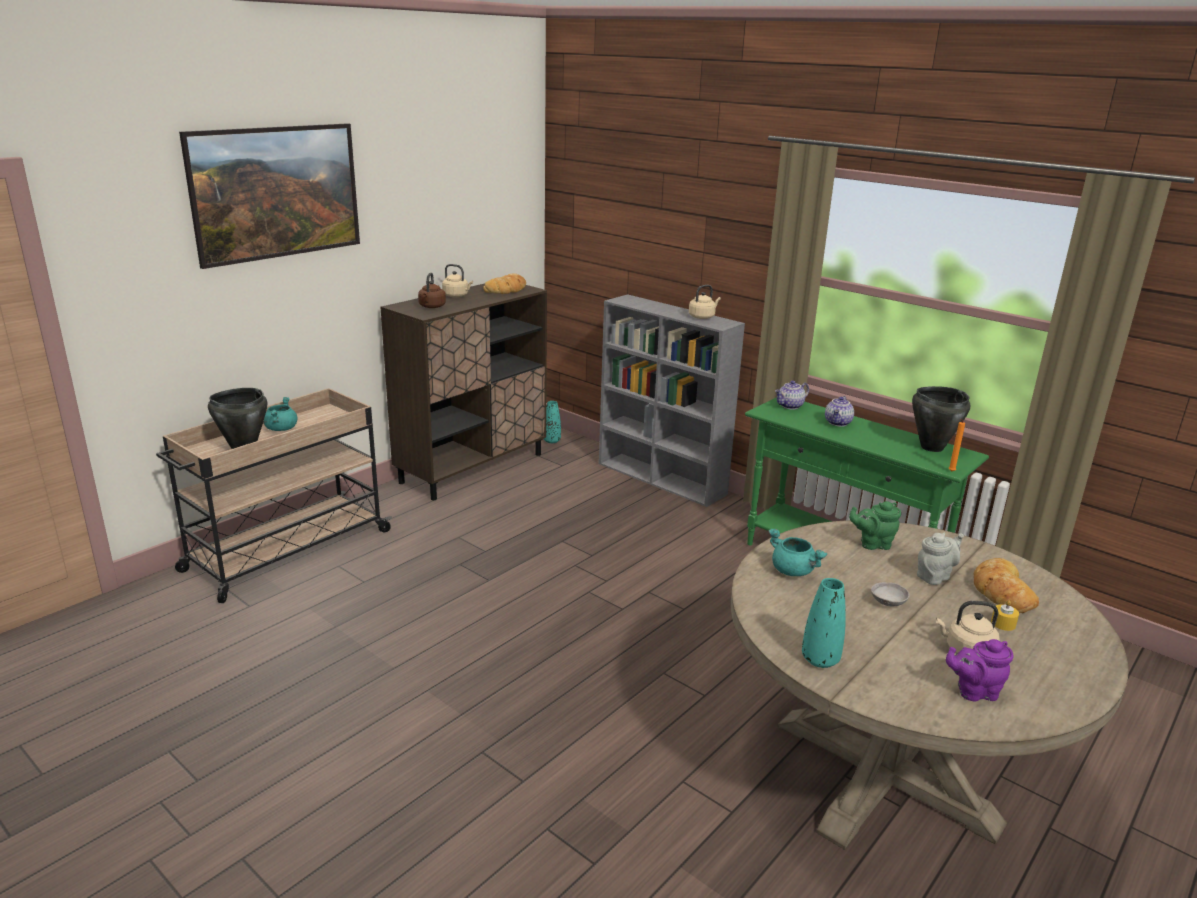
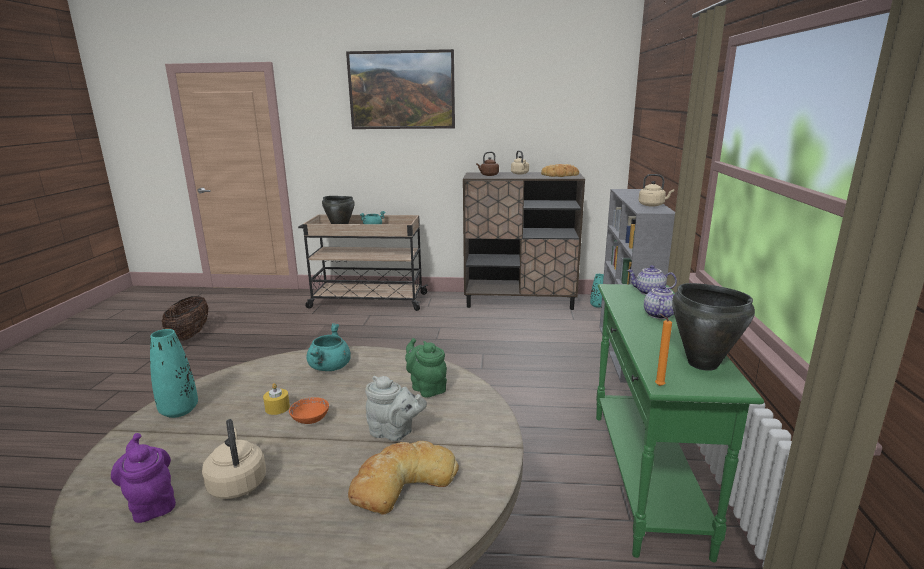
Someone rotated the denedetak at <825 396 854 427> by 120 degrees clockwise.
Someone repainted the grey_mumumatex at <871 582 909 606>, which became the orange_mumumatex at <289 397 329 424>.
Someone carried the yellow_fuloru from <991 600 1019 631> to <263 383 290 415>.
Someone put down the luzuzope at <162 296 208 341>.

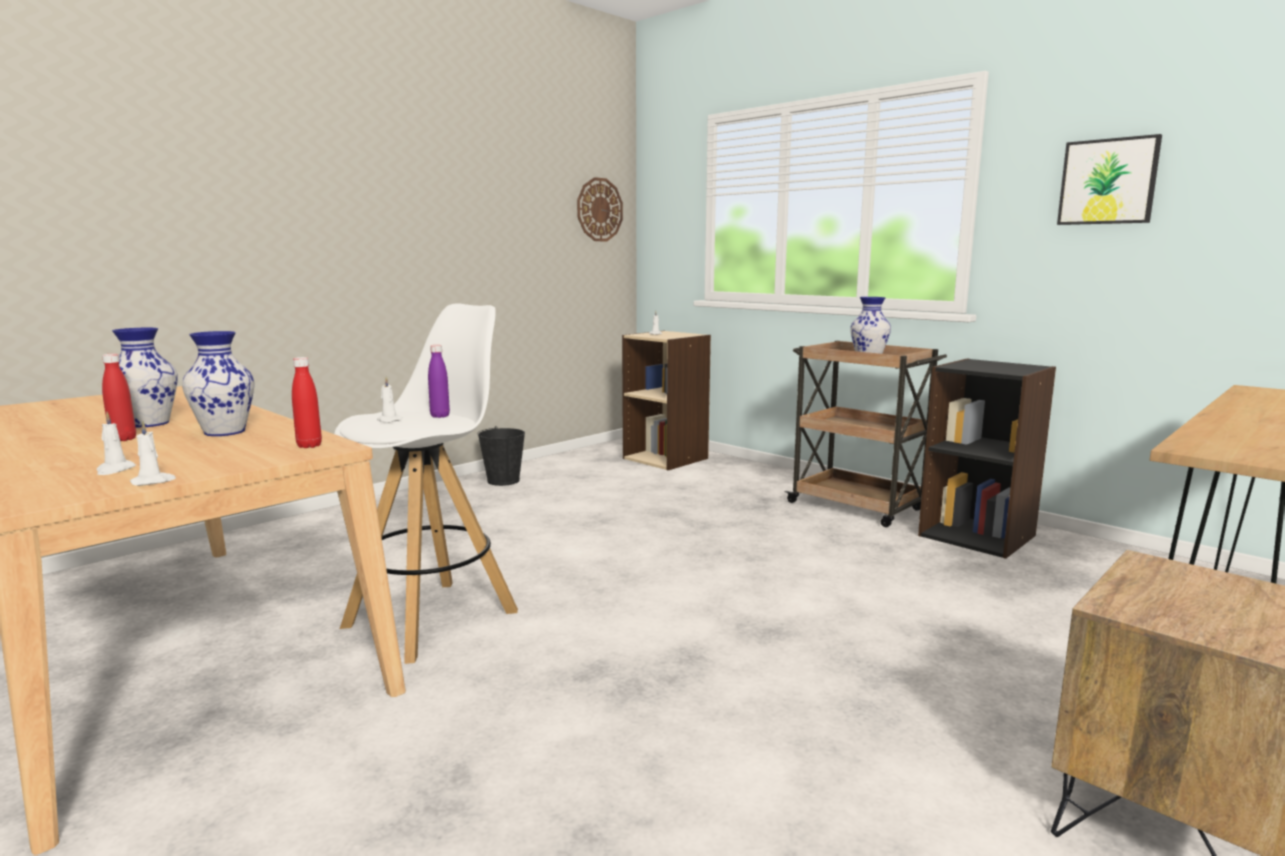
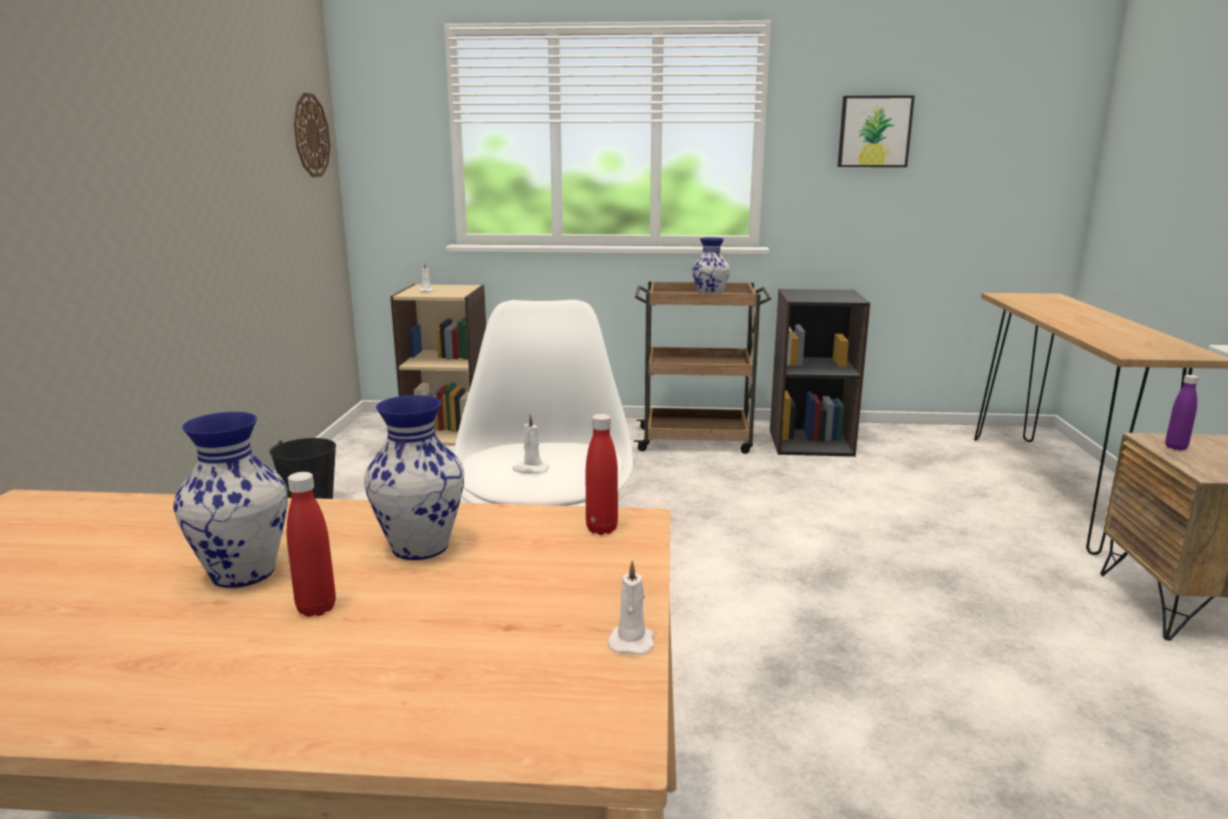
Someone took away the white_fuloru at <96 412 136 475>.
Someone carried the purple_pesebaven from <428 345 450 418> to <1165 375 1199 450>.

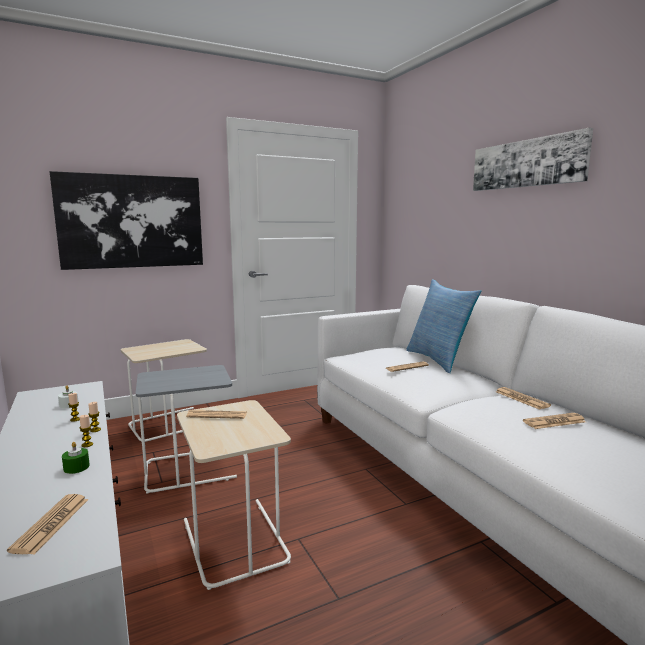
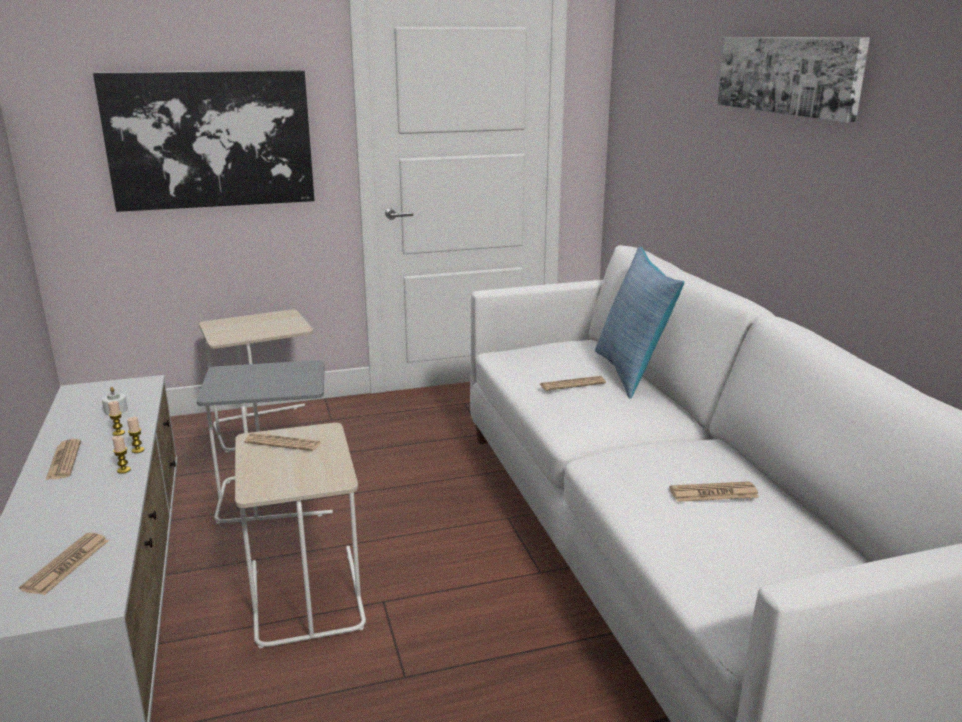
Someone took away the green_fuloru at <62 442 90 474>.
Someone carried the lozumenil from <496 387 551 410> to <46 439 81 480>.

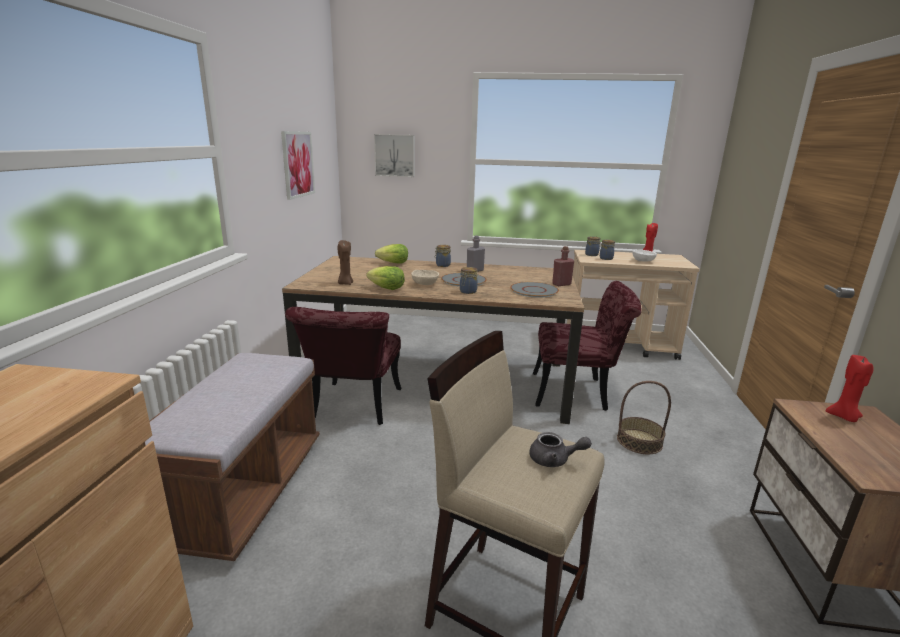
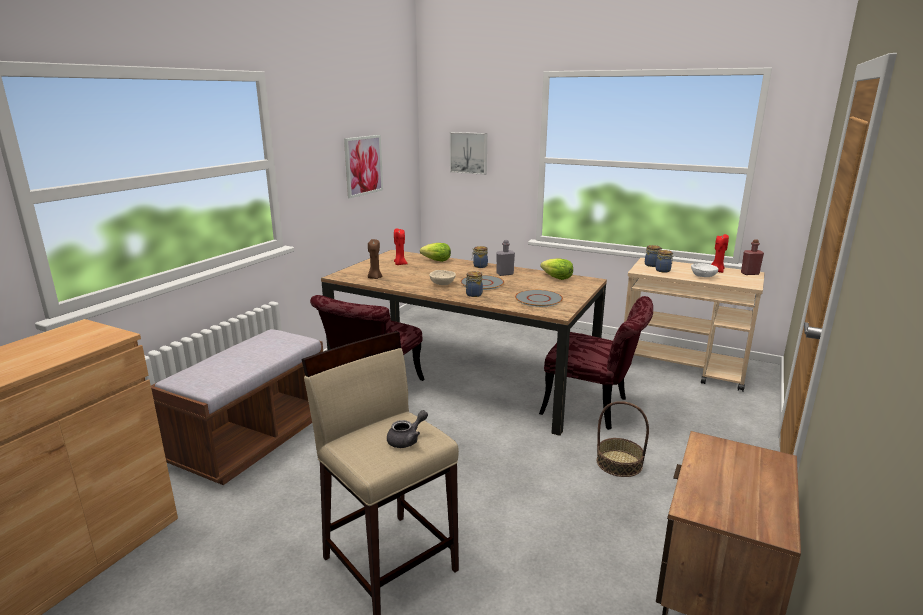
Someone carried the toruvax from <366 266 405 290> to <540 258 573 280>.
Someone rotated the grey_denedetak at <530 432 592 467> by 75 degrees counterclockwise.
Someone carried the red_pesebaven from <552 246 574 286> to <741 239 764 275>.
Someone carried the red_fuloru from <826 355 874 422> to <394 229 408 265>.

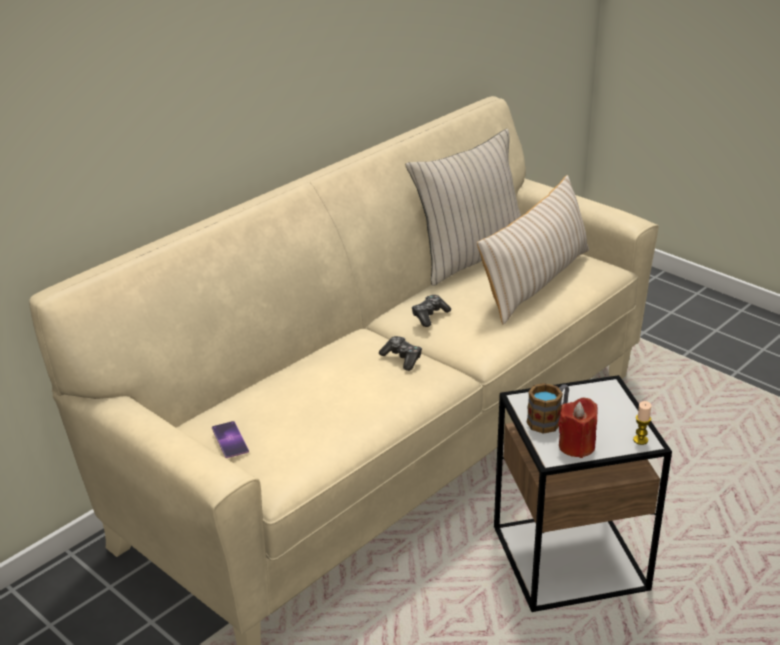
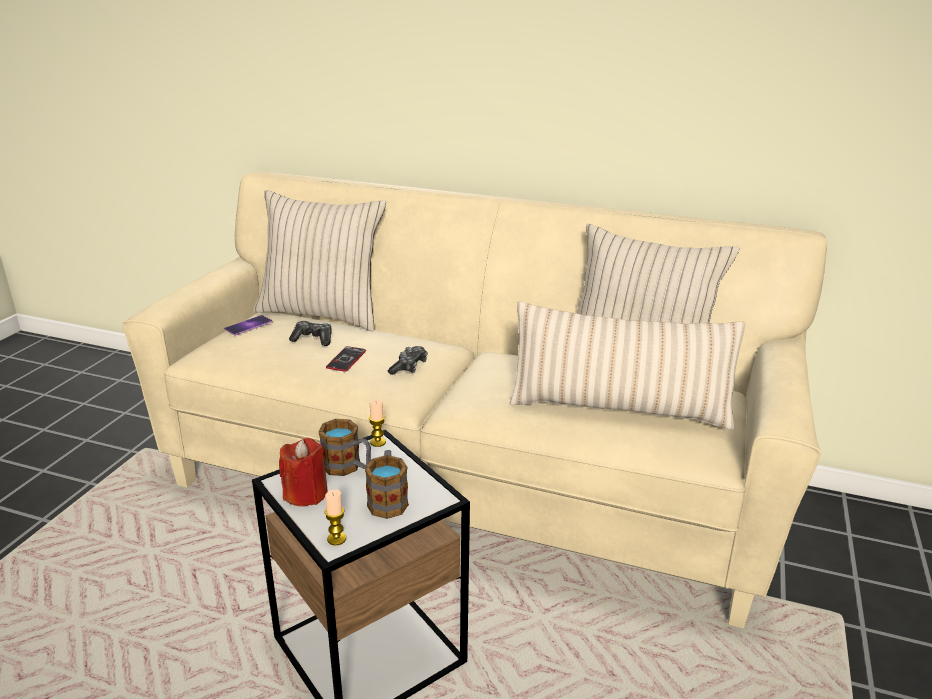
Someone carried the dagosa from <412 295 451 327> to <289 321 332 346>.
Someone put down the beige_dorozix at <253 190 386 332>.
Someone put down the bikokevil at <326 346 366 372>.
Someone put down the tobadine at <365 450 409 519>.
Someone put down the fuloru at <369 400 386 447>.

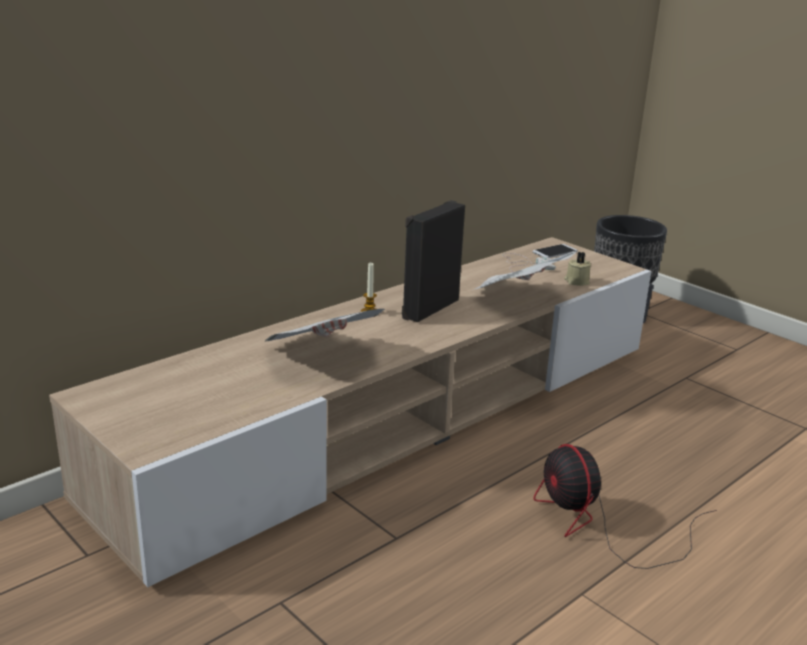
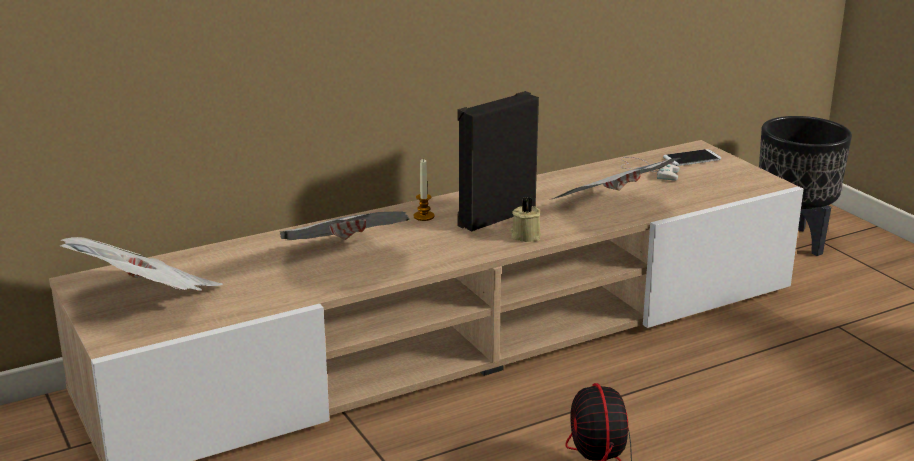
Someone carried the beige_fuloru from <564 252 591 286> to <511 197 541 242>.
Someone put down the lozumenil at <60 237 223 291>.

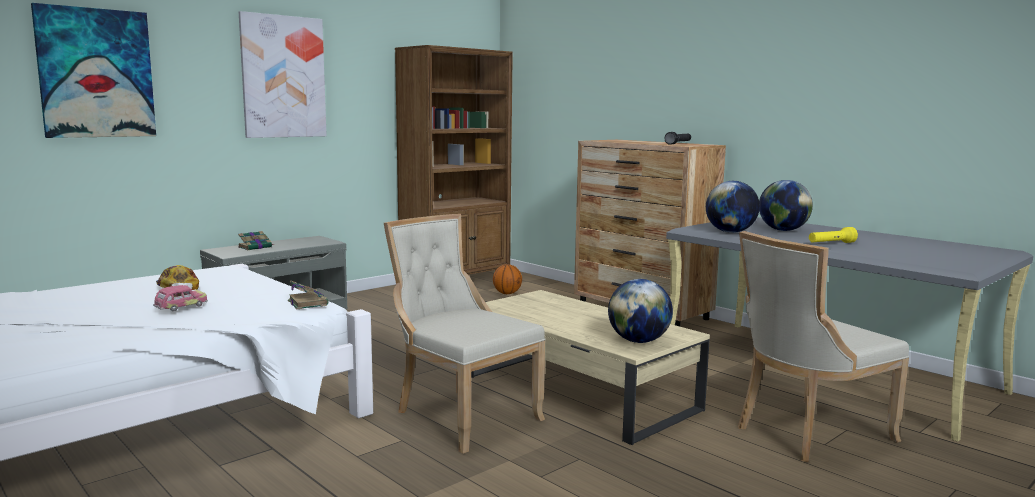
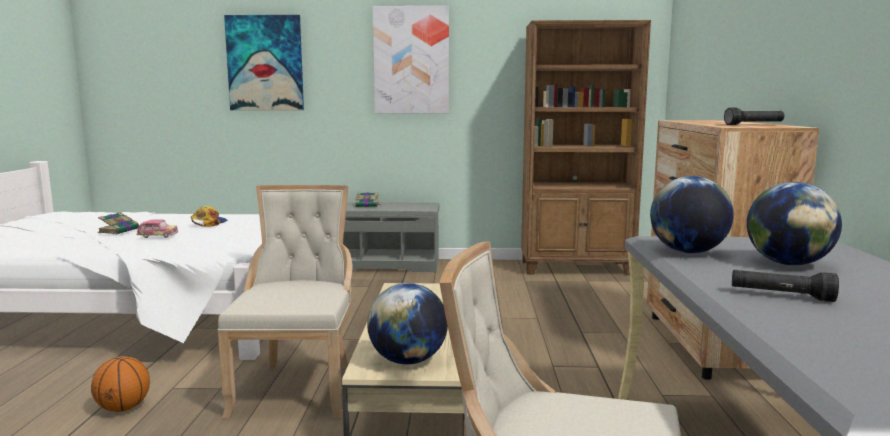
Someone carried the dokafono from <288 280 328 310> to <98 212 139 234>.
Someone carried the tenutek from <493 264 522 294> to <91 356 150 412>.
Someone repainted the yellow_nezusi at <809 227 858 243>, which became the black_nezusi at <732 270 839 302>.

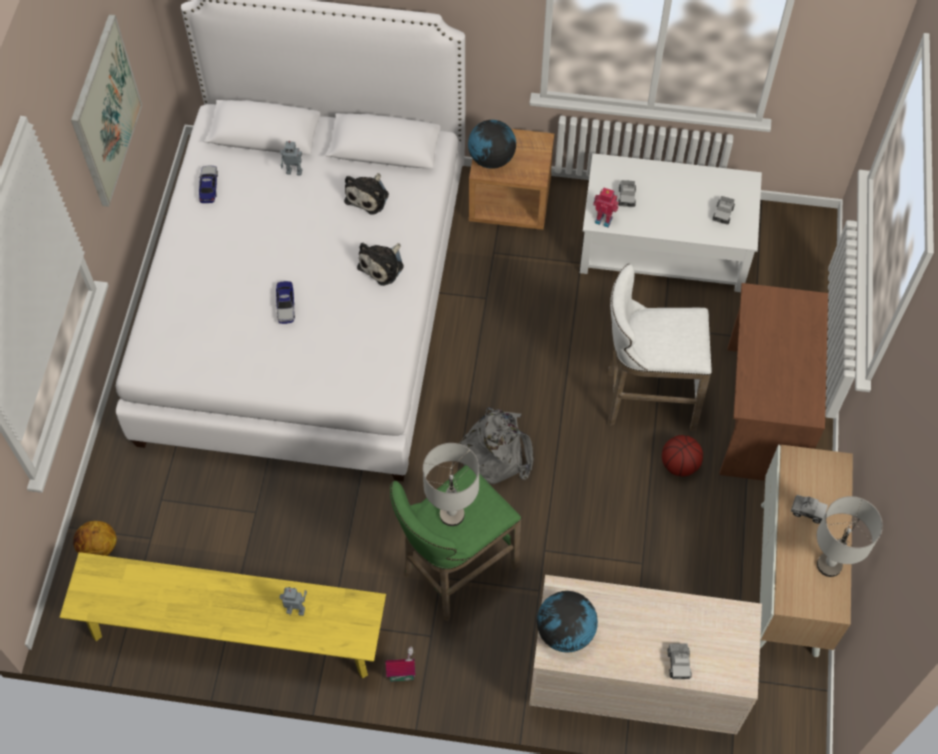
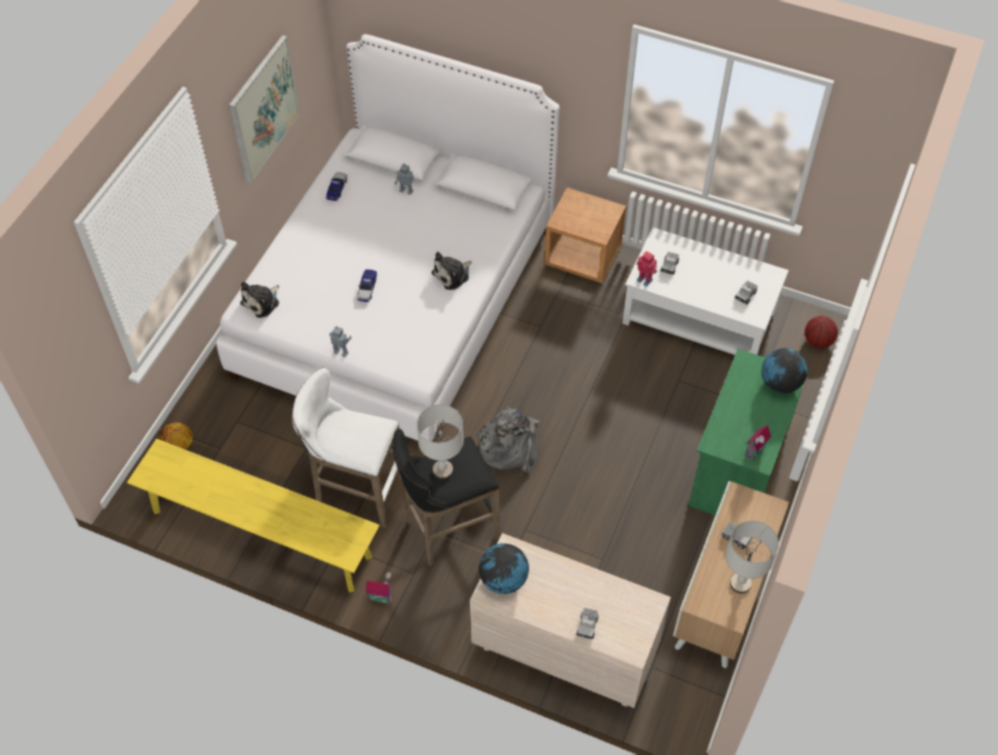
Someone carried the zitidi from <280 587 307 616> to <329 326 351 357>.
Someone carried the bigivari from <344 173 389 215> to <240 281 279 318>.
Someone repainted the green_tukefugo at <390 465 521 621>, which became the black_tukefugo at <392 428 501 566>.
Someone carried the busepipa from <468 120 516 169> to <761 348 808 393>.
Someone carried the white_tukefugo from <607 264 712 432> to <292 367 402 528>.
Someone carried the tenutek from <662 435 703 476> to <805 316 838 348>.
Someone repainted the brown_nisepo at <719 283 828 481>, which became the green_nisepo at <688 349 808 516>.
Someone put down the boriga at <745 425 771 461>.

